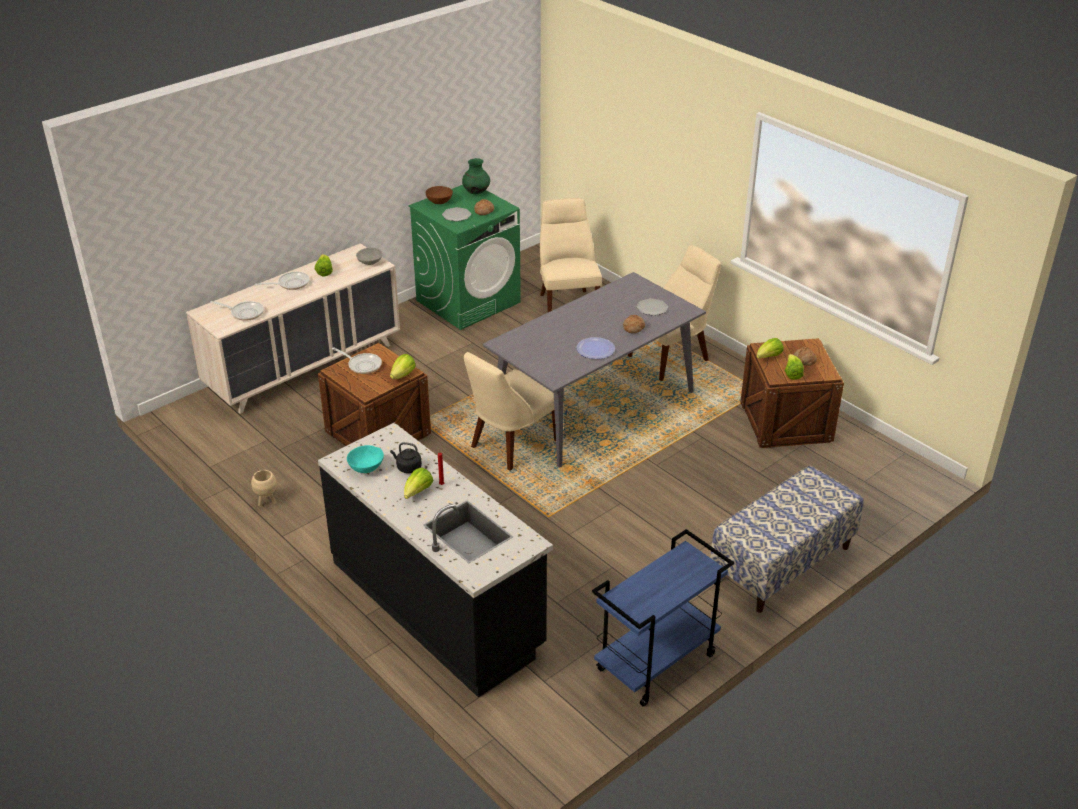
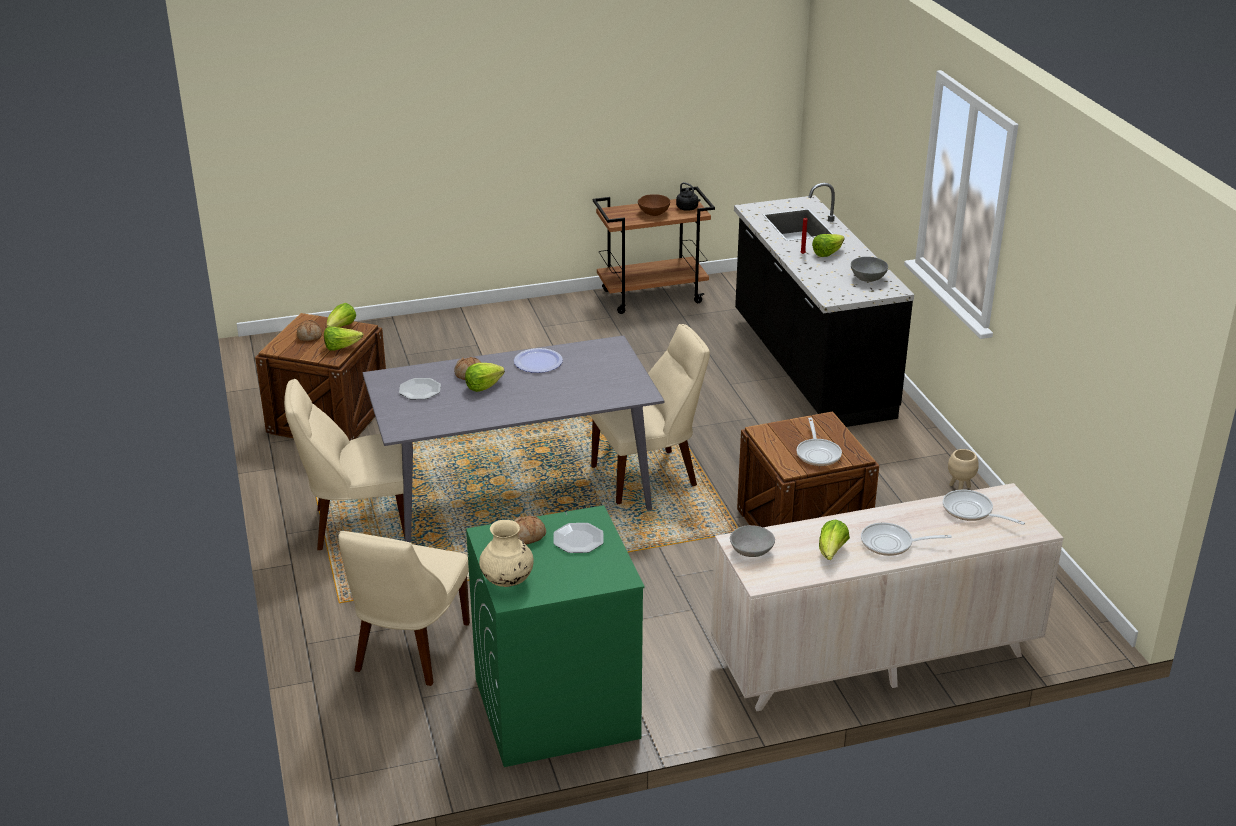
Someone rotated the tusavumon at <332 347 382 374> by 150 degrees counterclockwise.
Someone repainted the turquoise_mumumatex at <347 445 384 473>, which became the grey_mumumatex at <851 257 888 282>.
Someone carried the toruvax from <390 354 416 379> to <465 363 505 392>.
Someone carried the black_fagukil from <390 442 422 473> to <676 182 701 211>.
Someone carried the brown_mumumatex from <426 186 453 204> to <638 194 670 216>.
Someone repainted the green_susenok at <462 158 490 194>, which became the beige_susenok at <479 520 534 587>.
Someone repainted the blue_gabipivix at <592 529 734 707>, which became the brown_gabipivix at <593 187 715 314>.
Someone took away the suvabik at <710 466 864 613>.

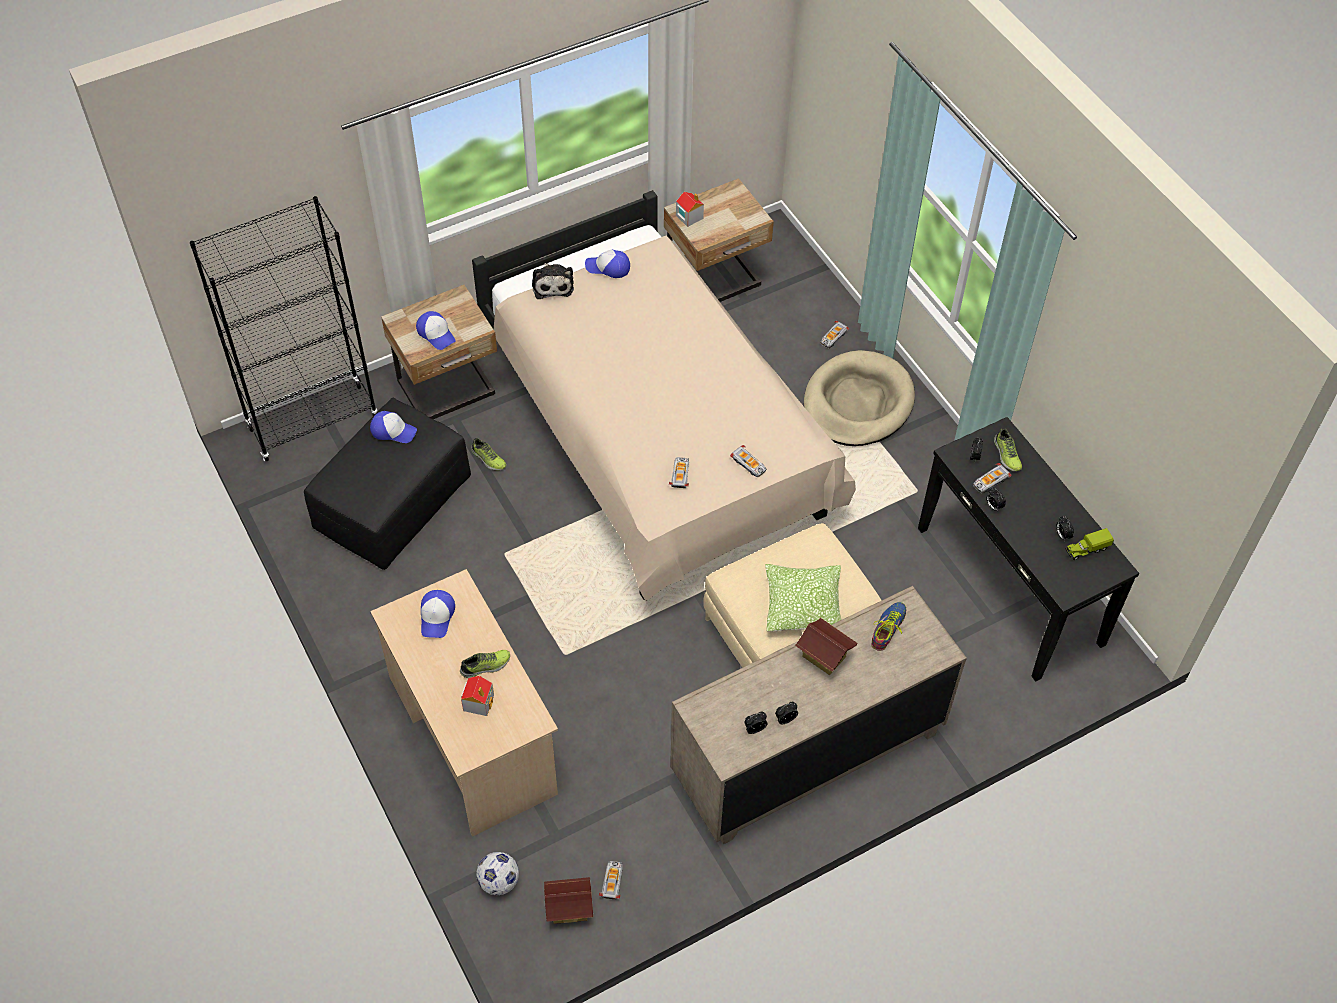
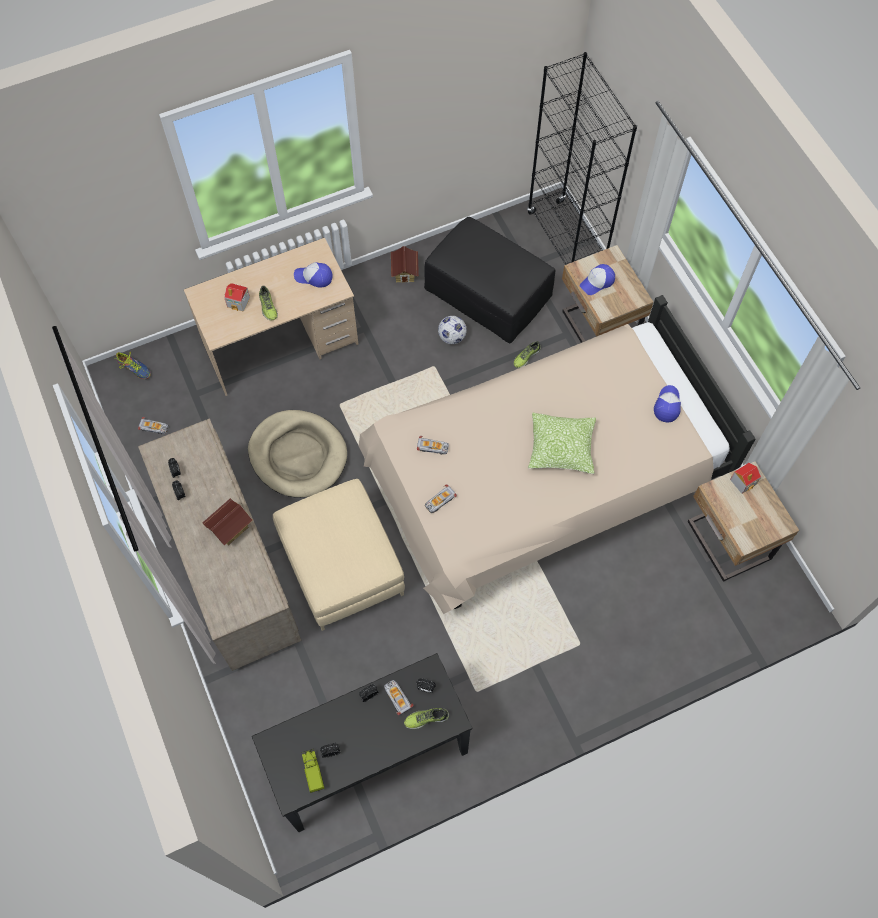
Someone took away the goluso at <370 411 417 443>.
Someone carried the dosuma from <476 852 519 895> to <438 316 467 344>.
Someone took away the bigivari at <532 263 574 299>.
Someone carried the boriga from <544 877 593 924> to <391 246 419 283>.
Someone carried the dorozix from <765 564 842 632> to <528 413 596 474>.
Someone carried the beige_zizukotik from <804 350 915 446> to <248 410 347 498>.
Someone took away the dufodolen at <820 321 849 348>.
Someone carried the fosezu from <871 602 906 651> to <115 352 151 379>.

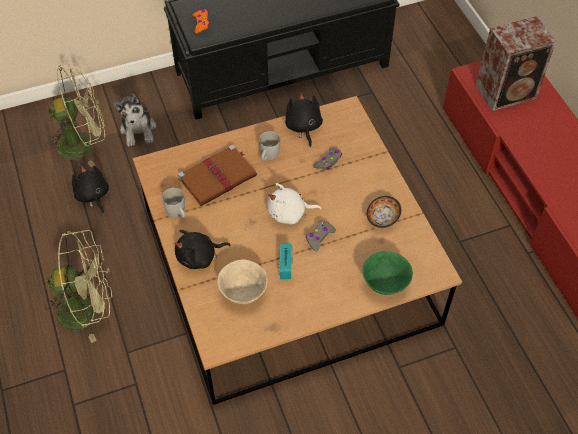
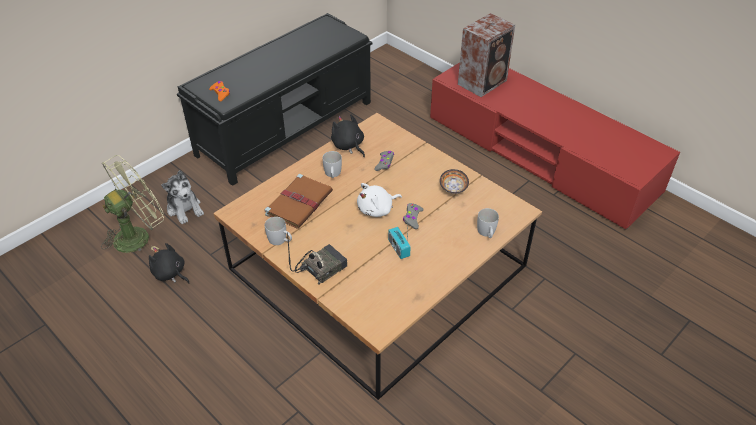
Someone took away the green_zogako at <45 230 112 343>.
Someone swapped the black_bigivari at <175 230 230 269> for the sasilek at <287 232 347 285>.
Someone took away the beige_mumumatex at <217 259 268 304>.
Someone swapped the green_mumumatex at <362 251 413 295> for the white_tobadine at <477 208 499 238>.

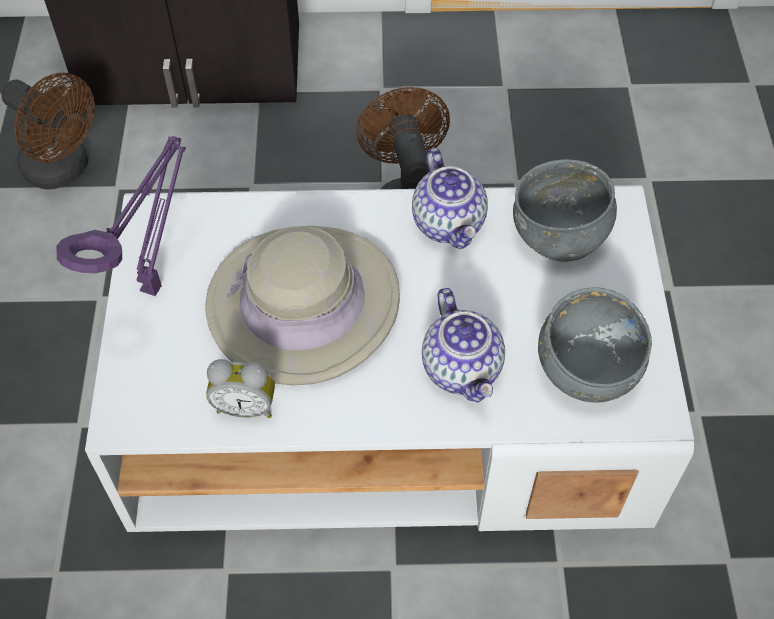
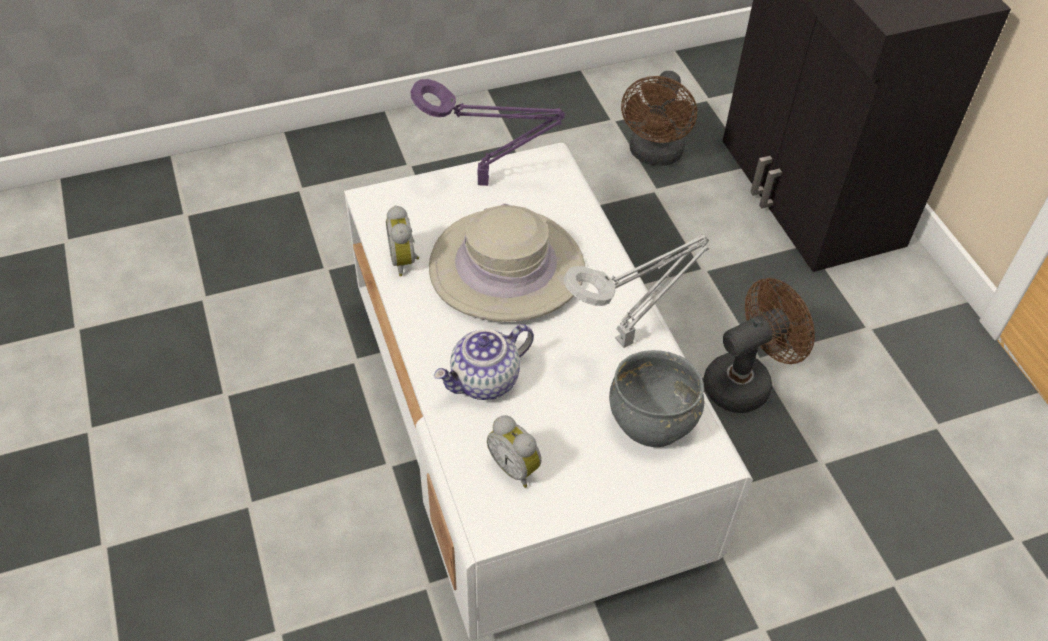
Someone swapped the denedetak at <412 148 488 249> for the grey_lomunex at <564 234 709 348>.
Someone swapped the grey_mumumatex at <538 287 652 403> for the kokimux at <487 415 542 488>.

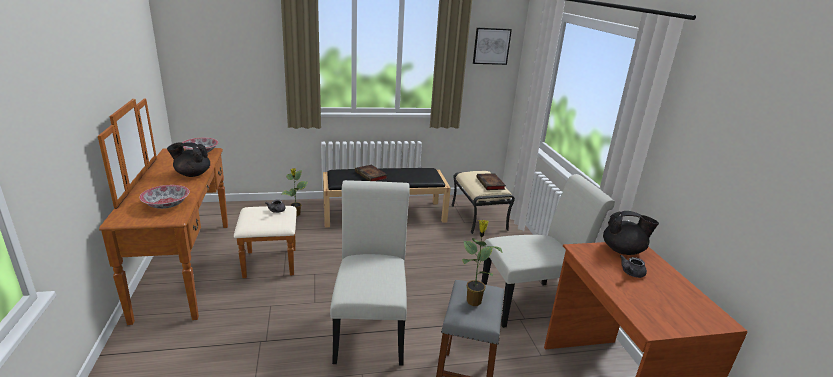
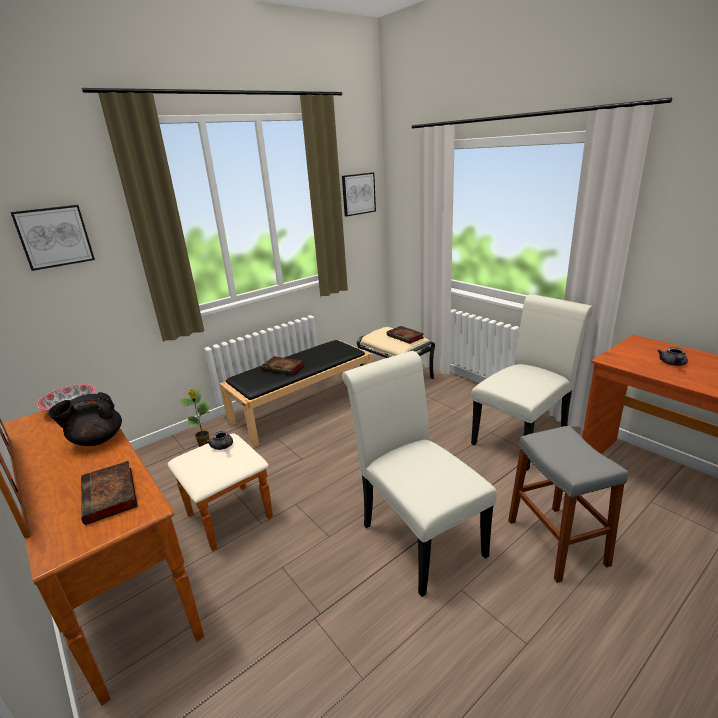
Someone swapped the mumumatex at <140 185 190 209> for the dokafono at <81 461 138 525>.
Someone took away the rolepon at <462 219 503 306>.
Someone took away the black_denedetak at <603 211 659 255>.
Someone put up the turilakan at <10 205 95 271>.

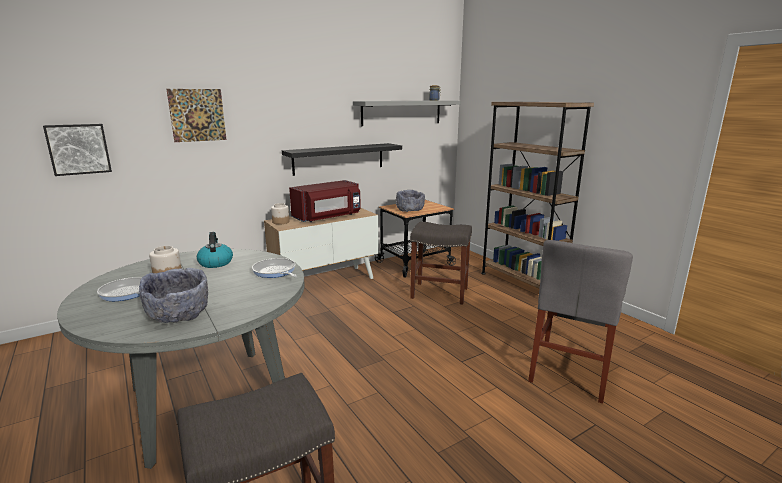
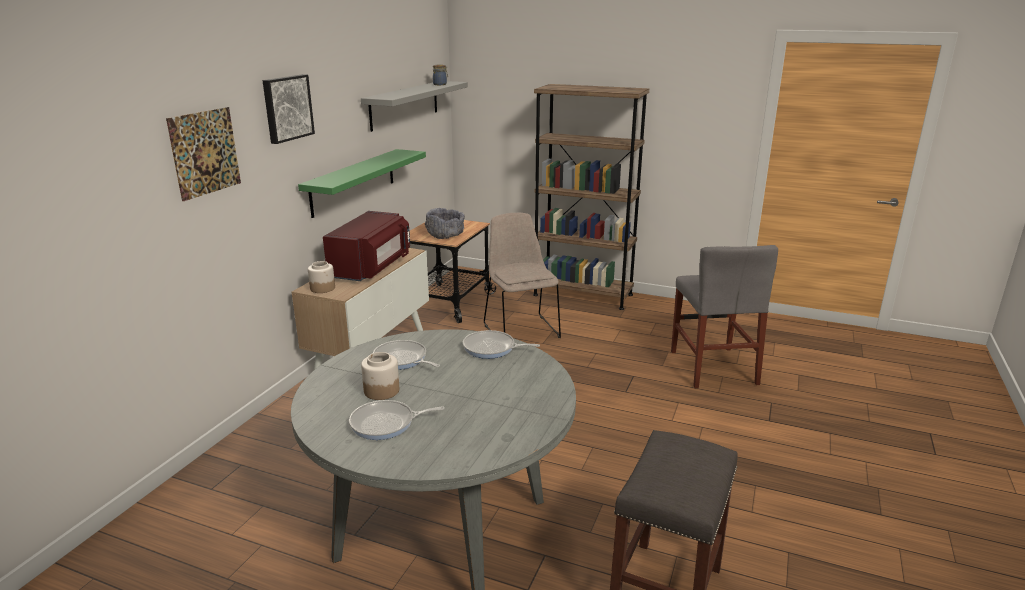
Someone carried the turilakan from <43 124 112 176> to <263 74 315 144>.
Someone took away the grey_mumumatex at <139 268 208 323>.
Someone swapped the fagukil at <197 232 233 268> for the tusavumon at <373 340 440 370>.
Someone repainted the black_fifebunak at <282 143 402 176>, which became the green_fifebunak at <298 149 426 218>.
Someone swapped the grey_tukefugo at <410 222 472 305> for the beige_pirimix at <484 213 561 338>.

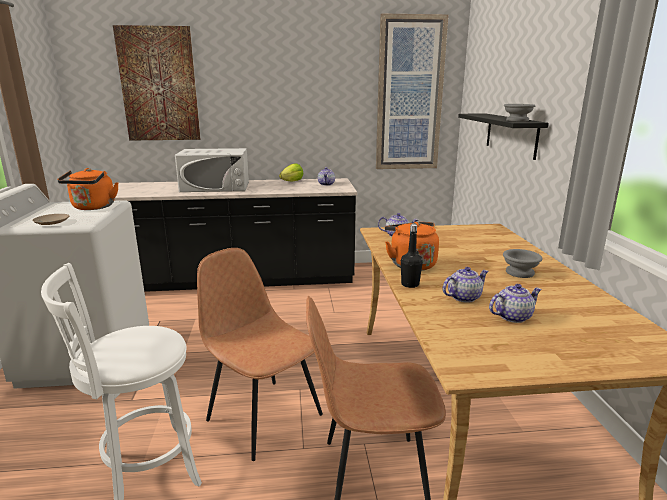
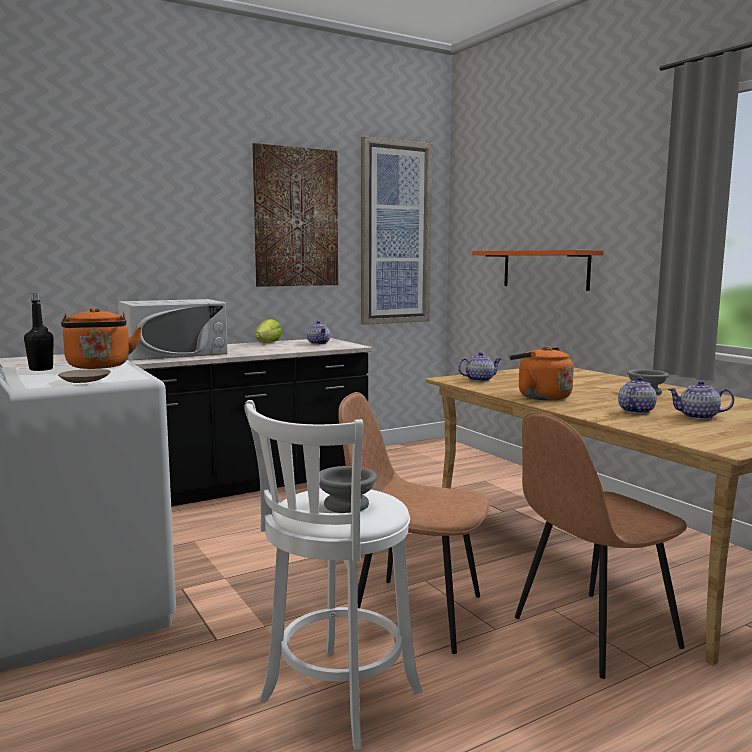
Someone carried the turilakan from <113 25 200 141> to <252 143 338 287>.
Someone carried the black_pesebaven from <401 224 423 288> to <24 293 54 371>.
Someone repainted the black_fifebunak at <458 114 549 160>, which became the orange_fifebunak at <472 250 604 291>.
Someone rotated the denedetak at <489 284 542 323> by 120 degrees counterclockwise.
Someone carried the grey_mumumatex from <504 104 535 121> to <319 466 377 513>.

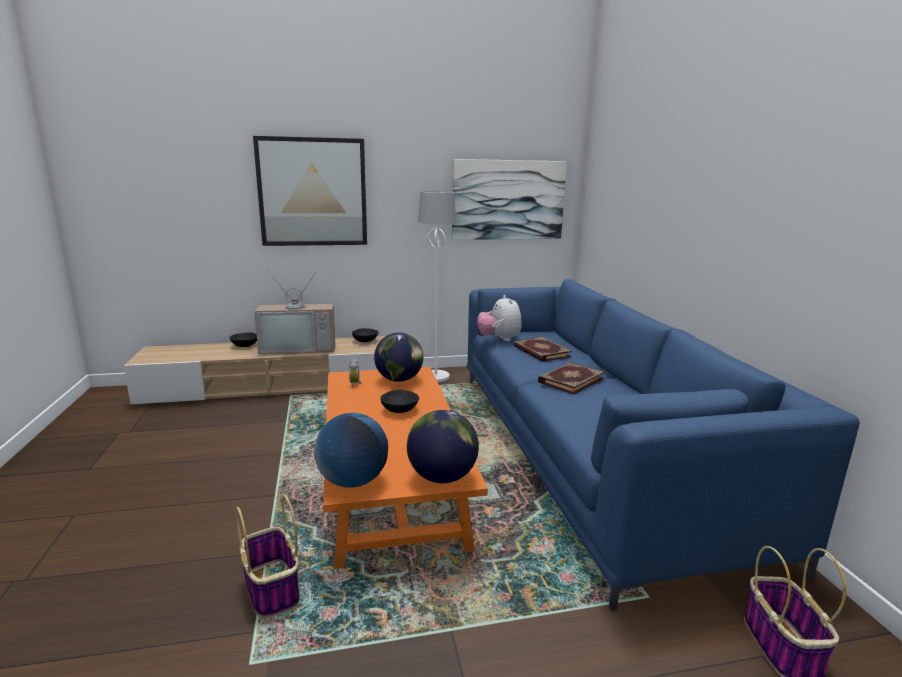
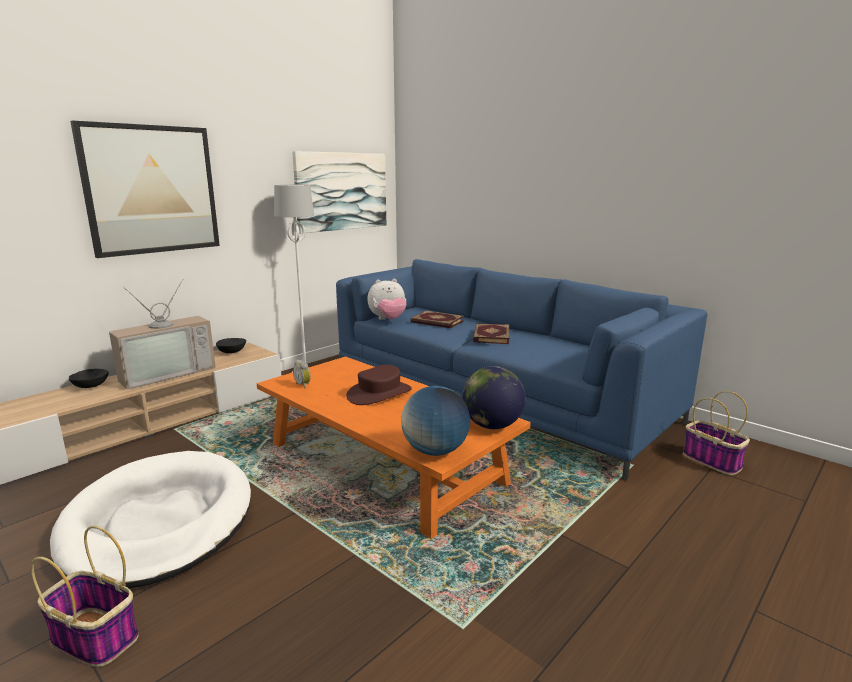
Someone carried the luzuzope from <236 495 300 618> to <31 526 139 667>.
Someone took away the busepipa at <374 333 424 382>.
Someone swapped the black_mumumatex at <380 390 419 413> for the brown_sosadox at <346 365 412 405>.
Someone rotated the bigivari at <477 295 522 341> by 60 degrees counterclockwise.
Someone put down the white_zizukotik at <50 451 251 588>.

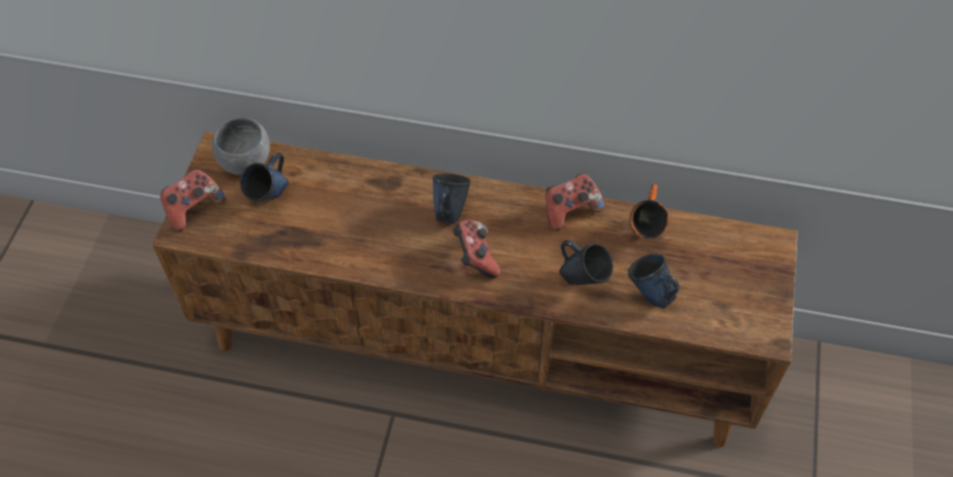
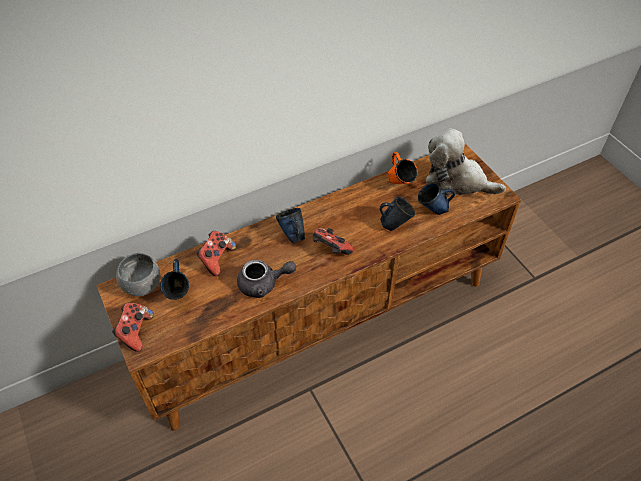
Someone carried the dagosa from <545 173 604 231> to <196 231 236 276>.
Someone put down the grey_denedetak at <237 260 296 298>.
Someone put down the bigivari at <426 128 506 195>.

